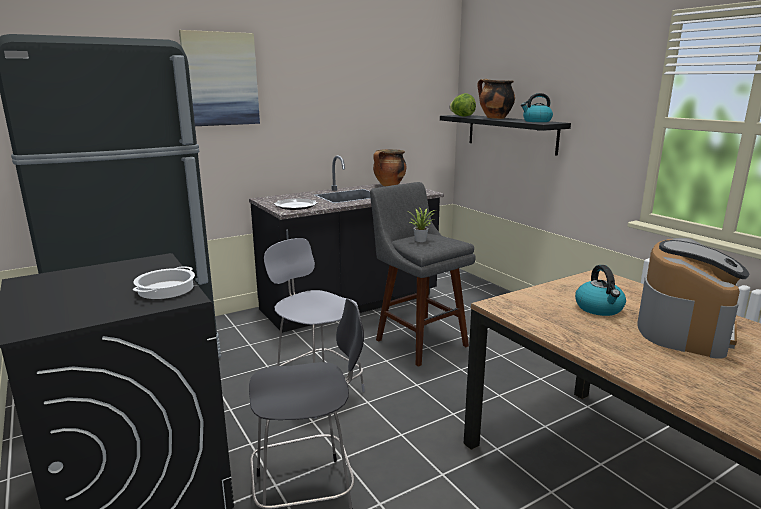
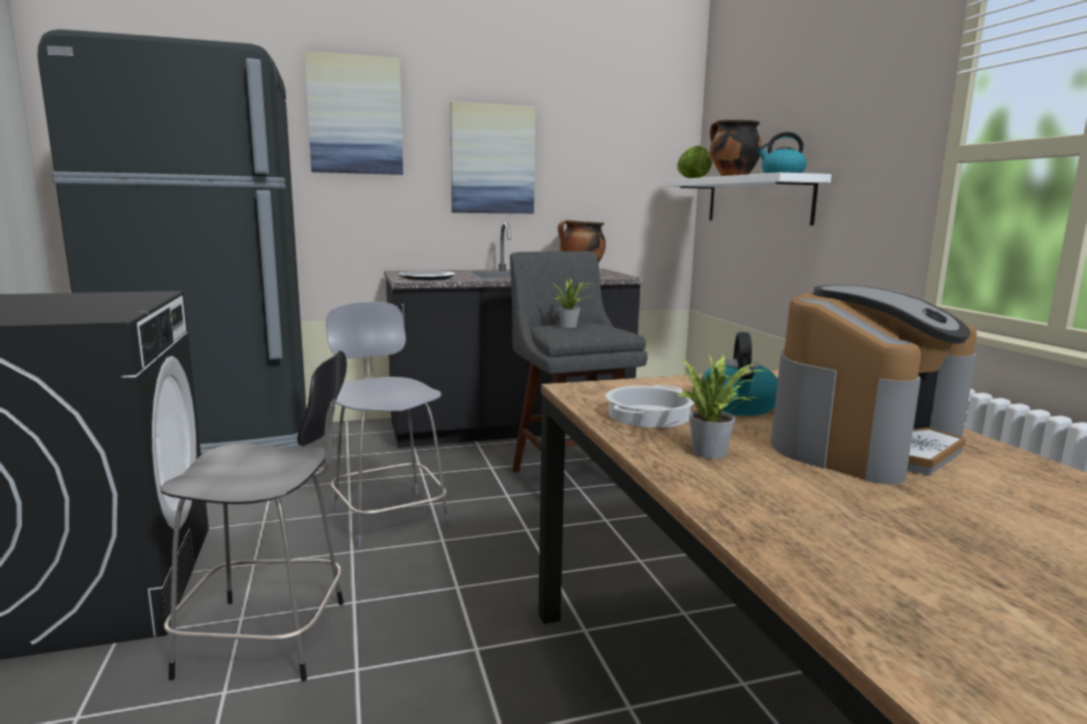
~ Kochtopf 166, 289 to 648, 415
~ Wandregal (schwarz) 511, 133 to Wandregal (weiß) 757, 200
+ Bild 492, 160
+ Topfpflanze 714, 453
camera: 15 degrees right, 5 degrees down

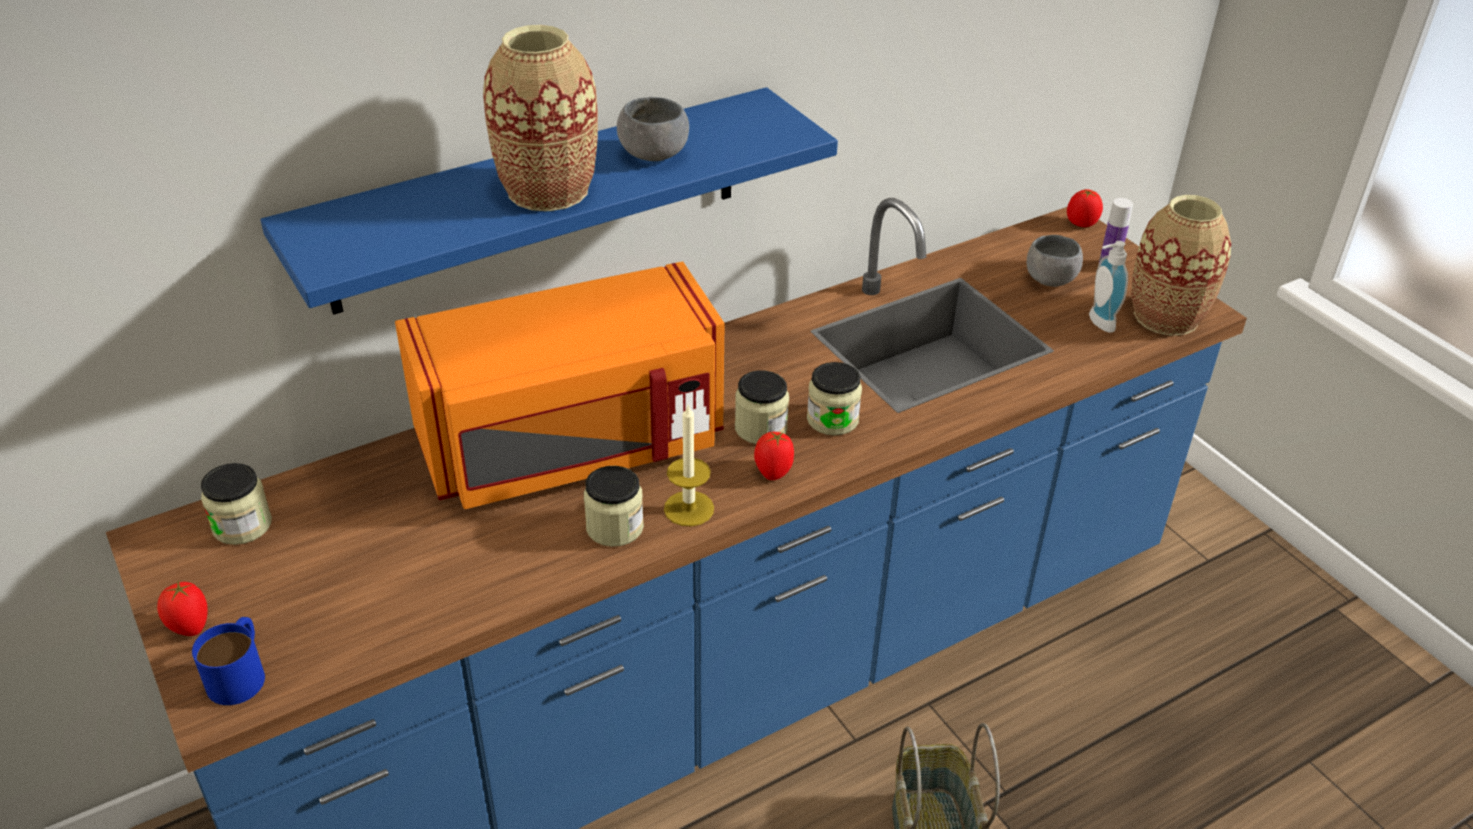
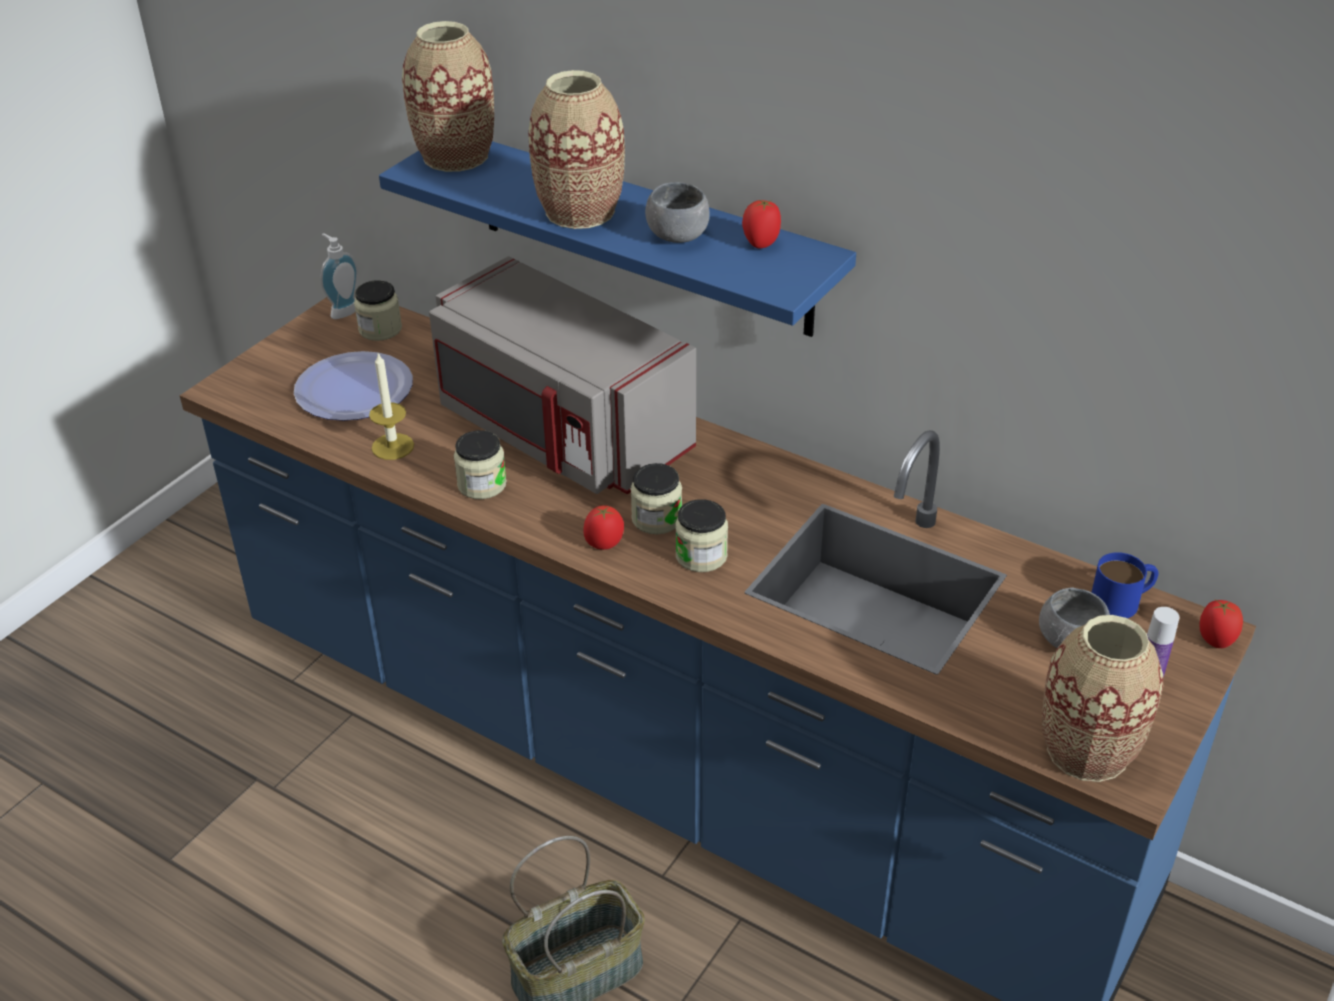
~ Tomate 189, 627 to 761, 243
~ Henkelbecher (blau) 240, 672 to 1123, 600
~ Mikrowelle (orange) 573, 446 to Mikrowelle (grau) 560, 432
~ Kerze 689, 508 to 392, 446
~ Seifenspender 1097, 323 to 343, 310
+ Teller 354, 389
+ Vase 456, 156
camera: 65 degrees right, 0 degrees up

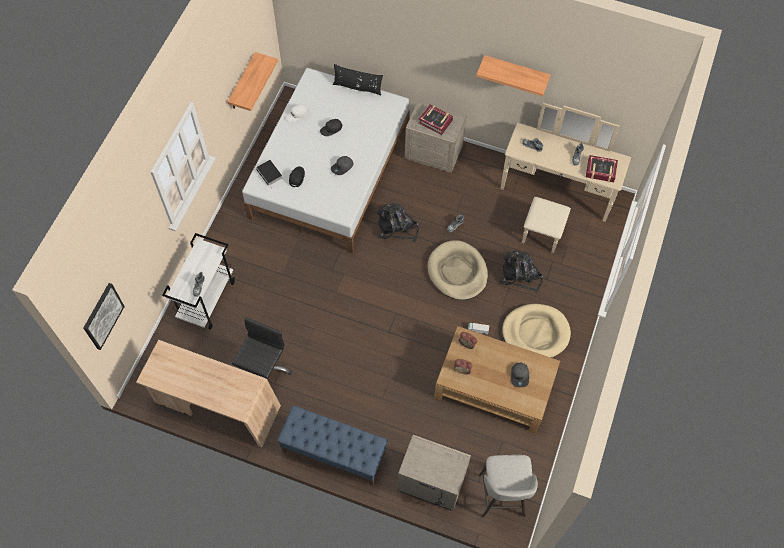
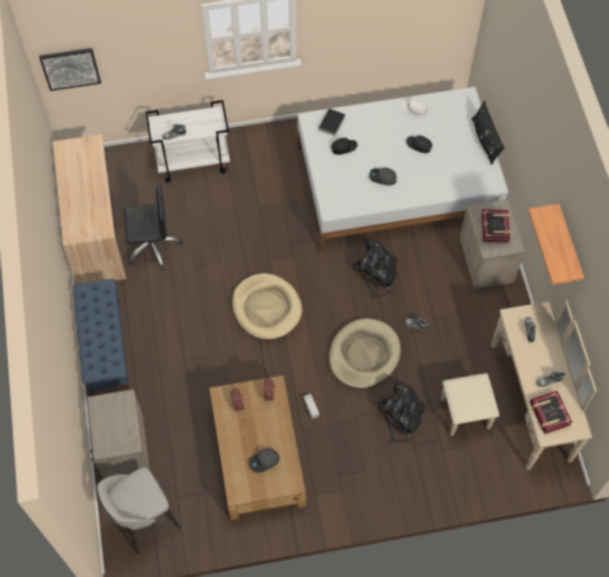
- Wandregal 242, 83
~ Hundebett (beige) 535, 333 to 266, 308
camera: 60 degrees right, 0 degrees up

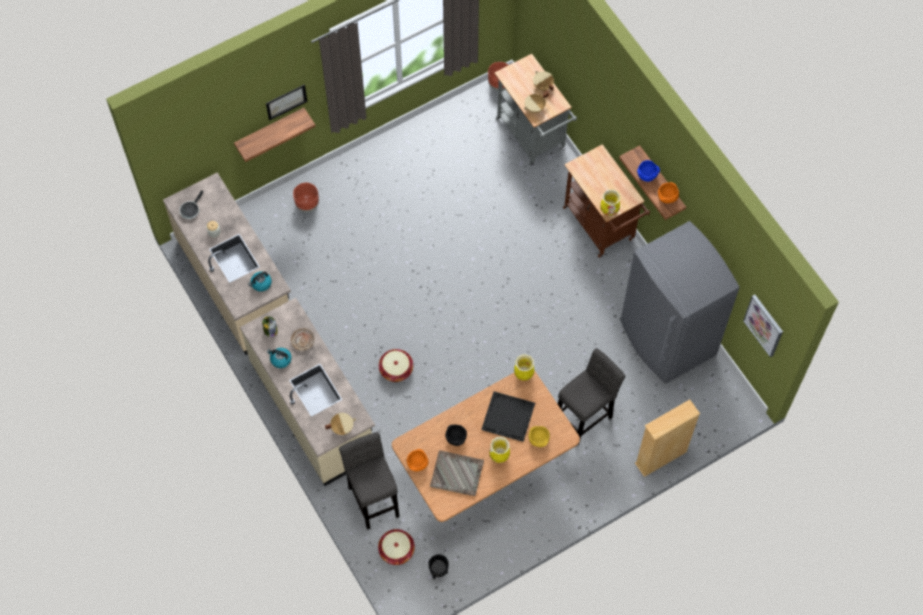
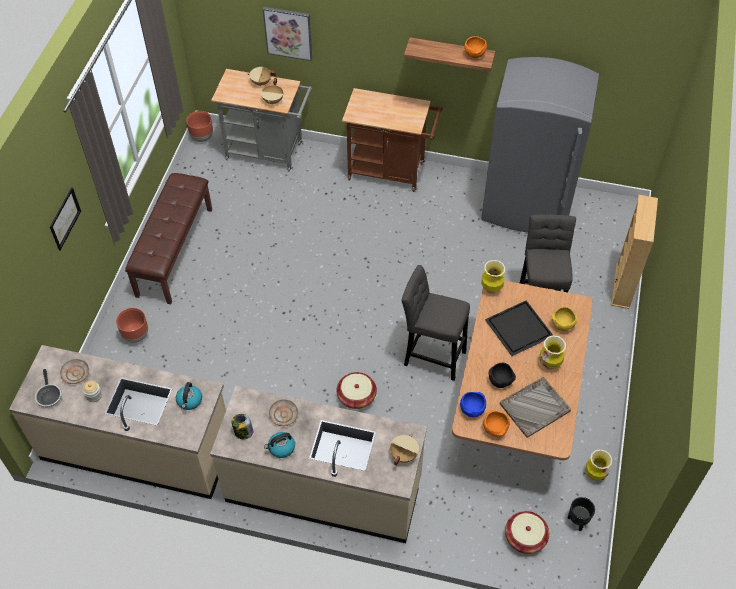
- Wandregal 270, 130
~ Hocker (grau) 373, 498 to 431, 356
~ Vase 609, 211 to 594, 474
~ Schüssel (blau) 647, 175 to 472, 409
~ Bild 764, 325 to 288, 33
+ Teller (beige) 75, 373
+ Bank (braun) 174, 251
camera: 45 degrees left, 10 degrees down

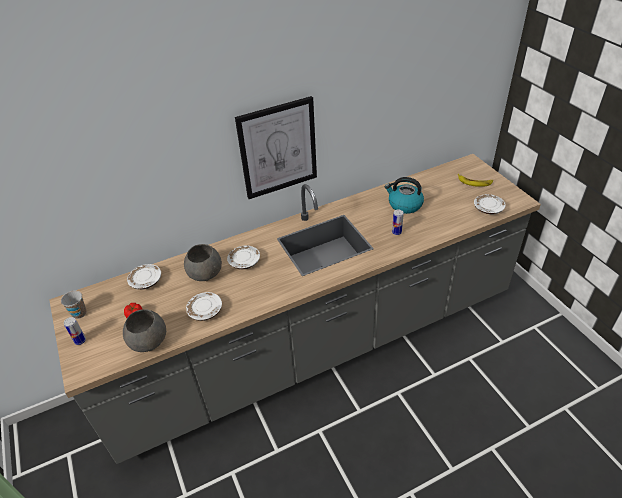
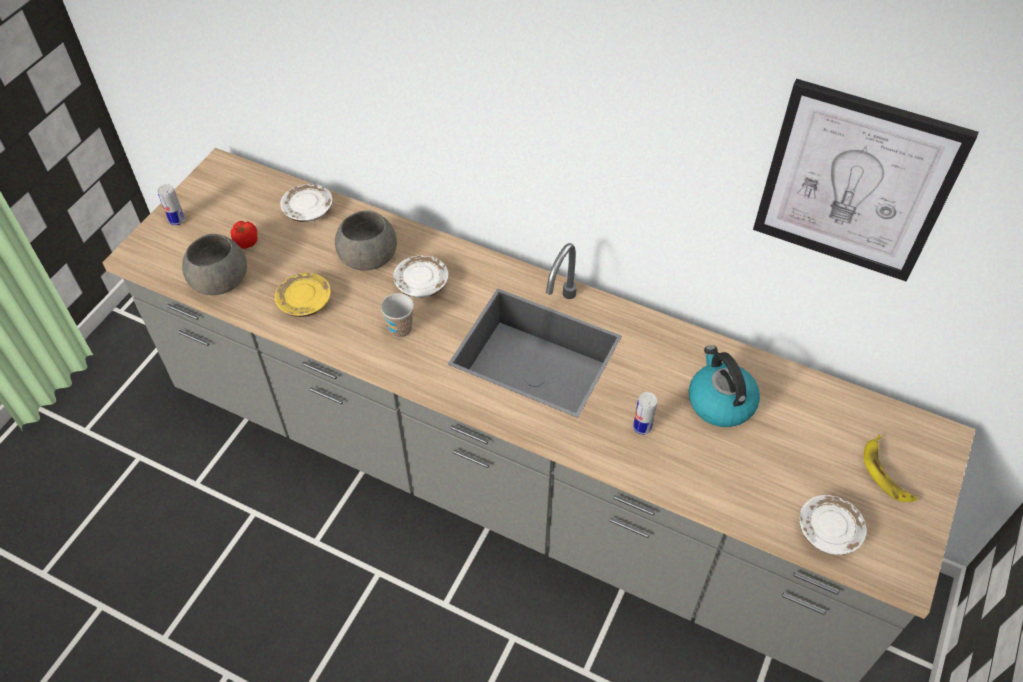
~ Tasse 79, 313 to 400, 329
~ Teller (weiß) 205, 311 to Teller (gelb) 304, 302
~ Bild 278, 148 to 855, 183
camera: 50 degrees right, 10 degrees up

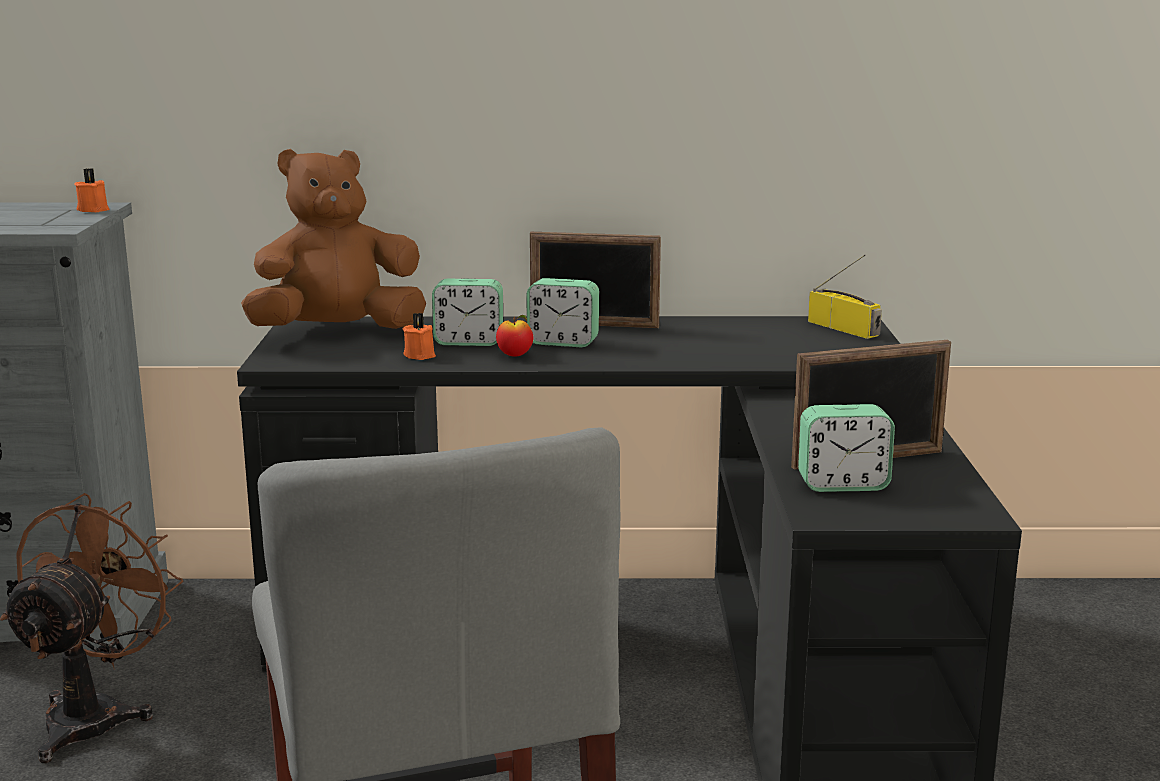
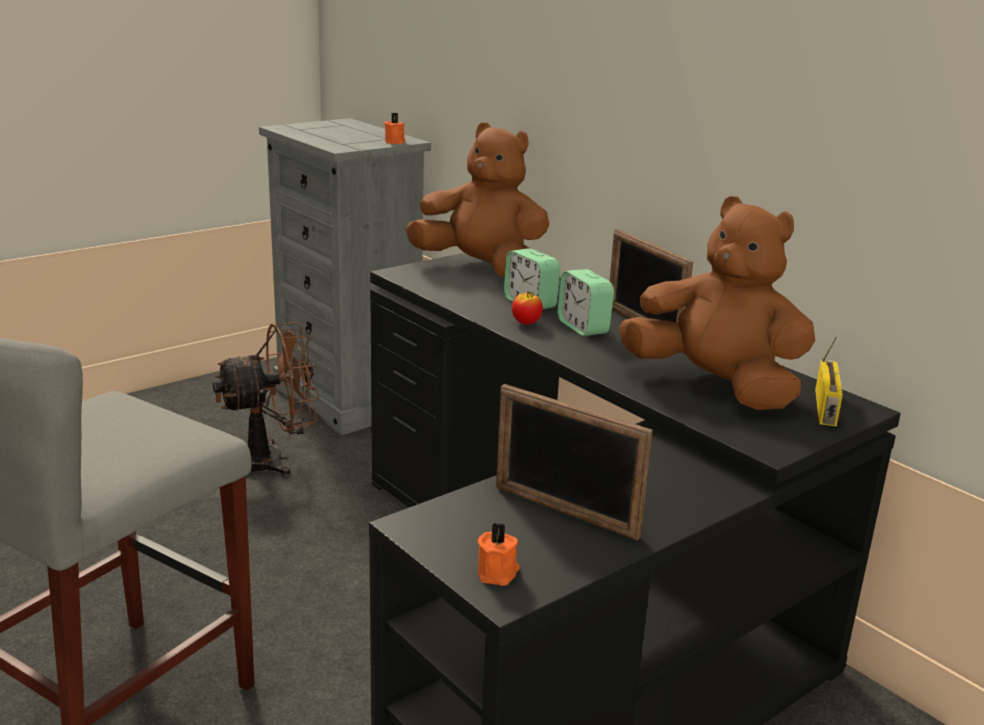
~ Kerze (orange) 420, 355 to 498, 573
- Wecker 843, 484
+ Plüschtier (braun) 715, 386
camera: 50 degrees right, 5 degrees up

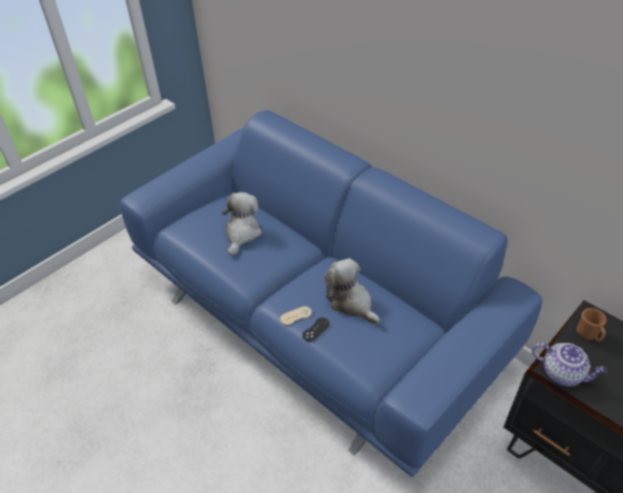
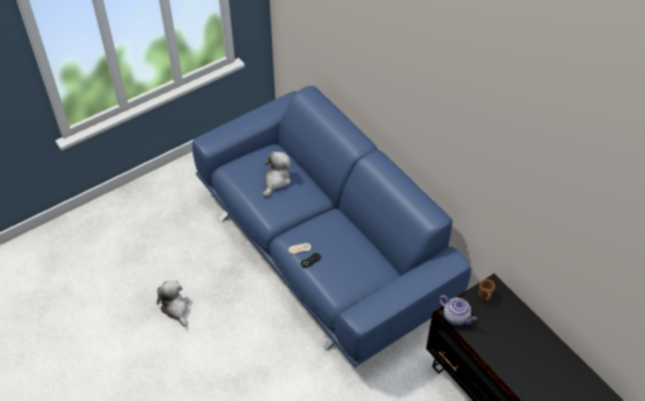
~ Plüschtier 351, 302 to 175, 308
camera: 10 degrees right, 5 degrees up

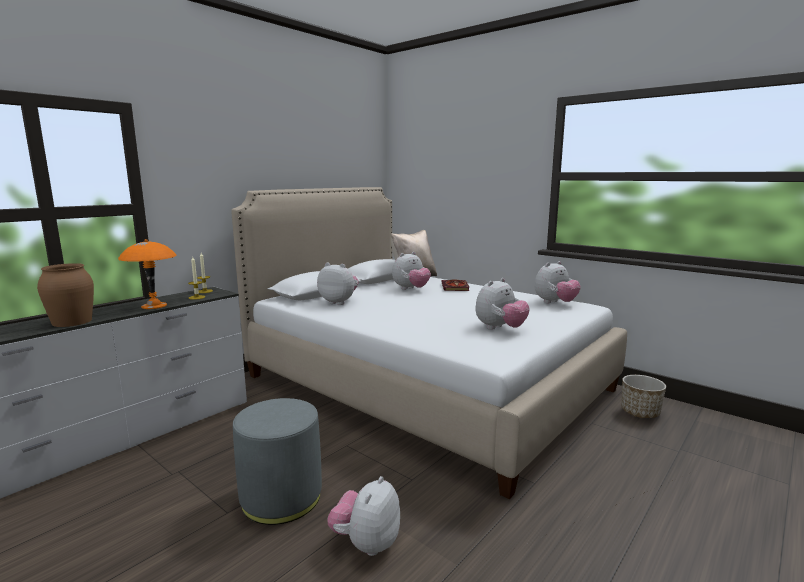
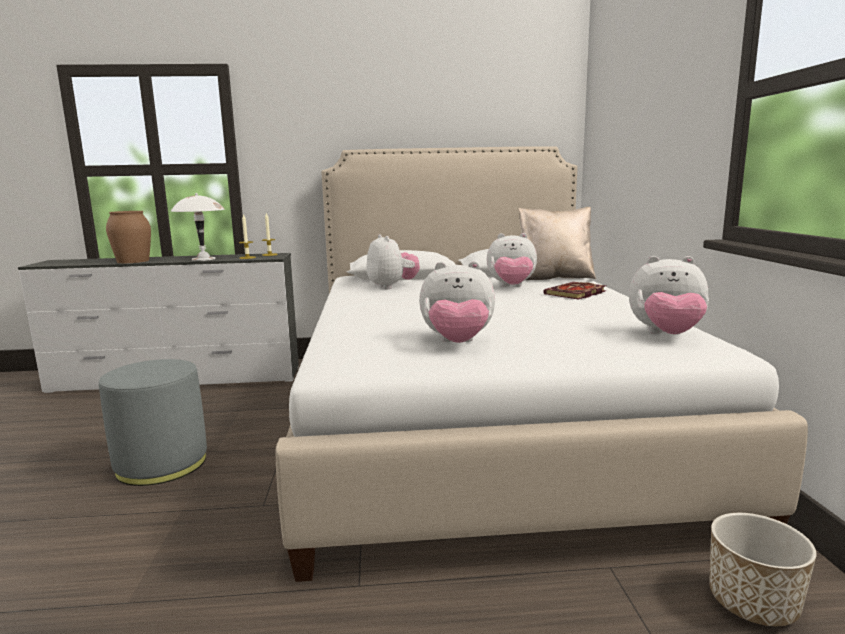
~ Tischlampe (orange) 153, 306 to Tischlampe (weiß) 203, 259
- Plüschtier 366, 543
camera: 45 degrees right, 0 degrees up

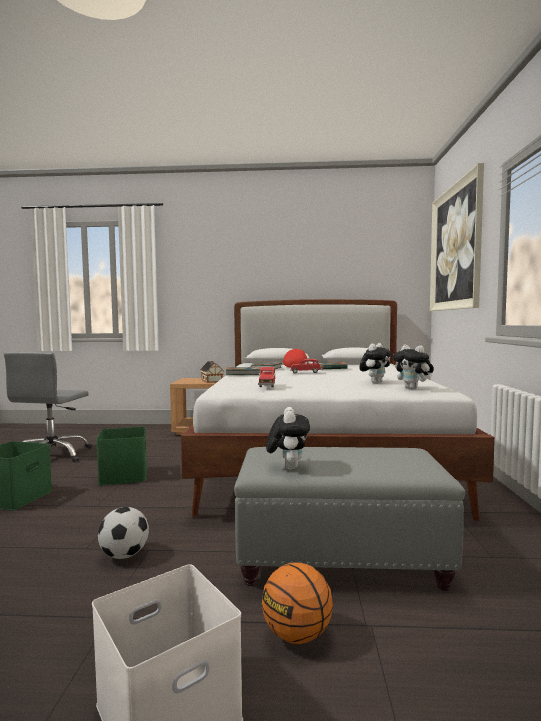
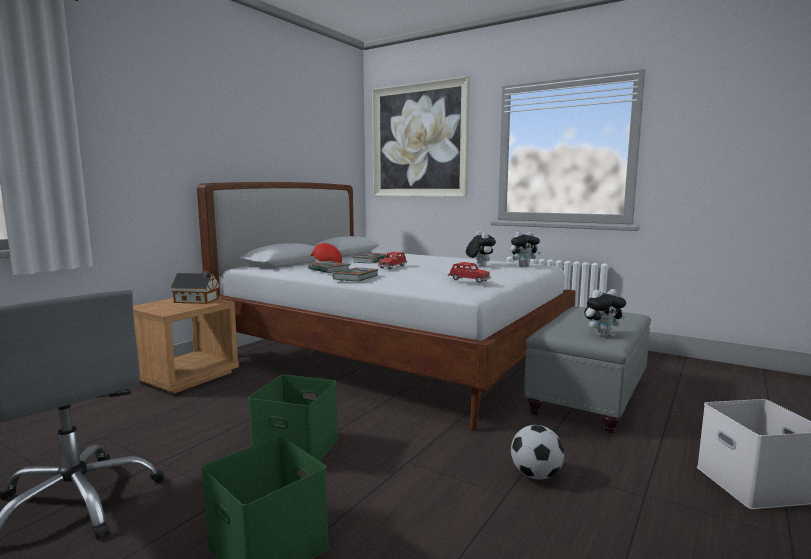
- Basketball 297, 635
~ Plüschtier 288, 467 = 602, 335 135 degrees clockwise
camera: 60 degrees left, 5 degrees up

